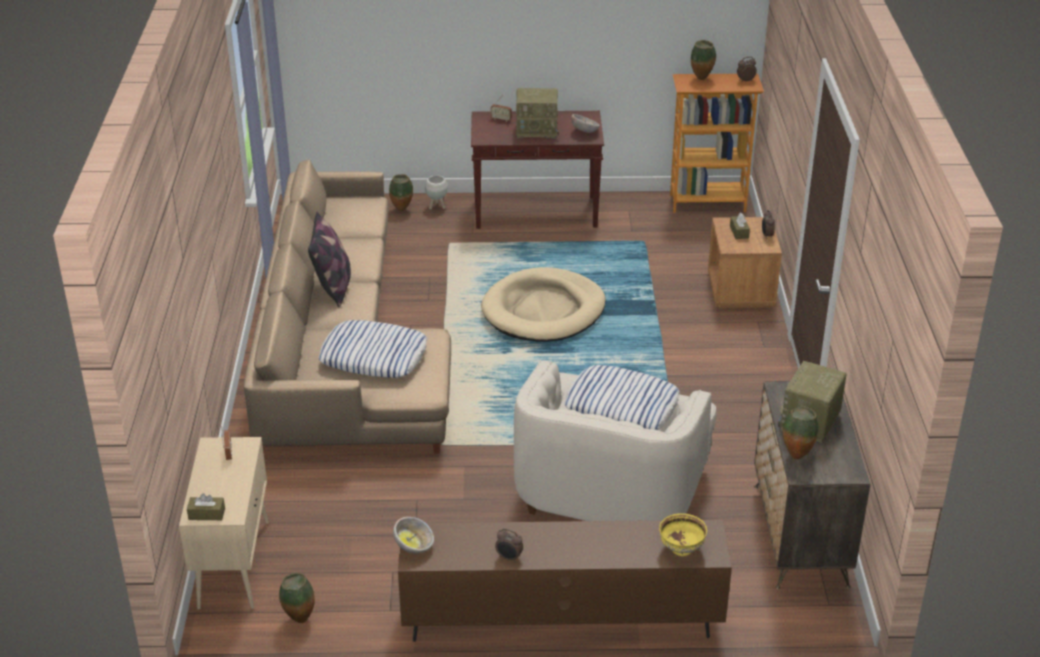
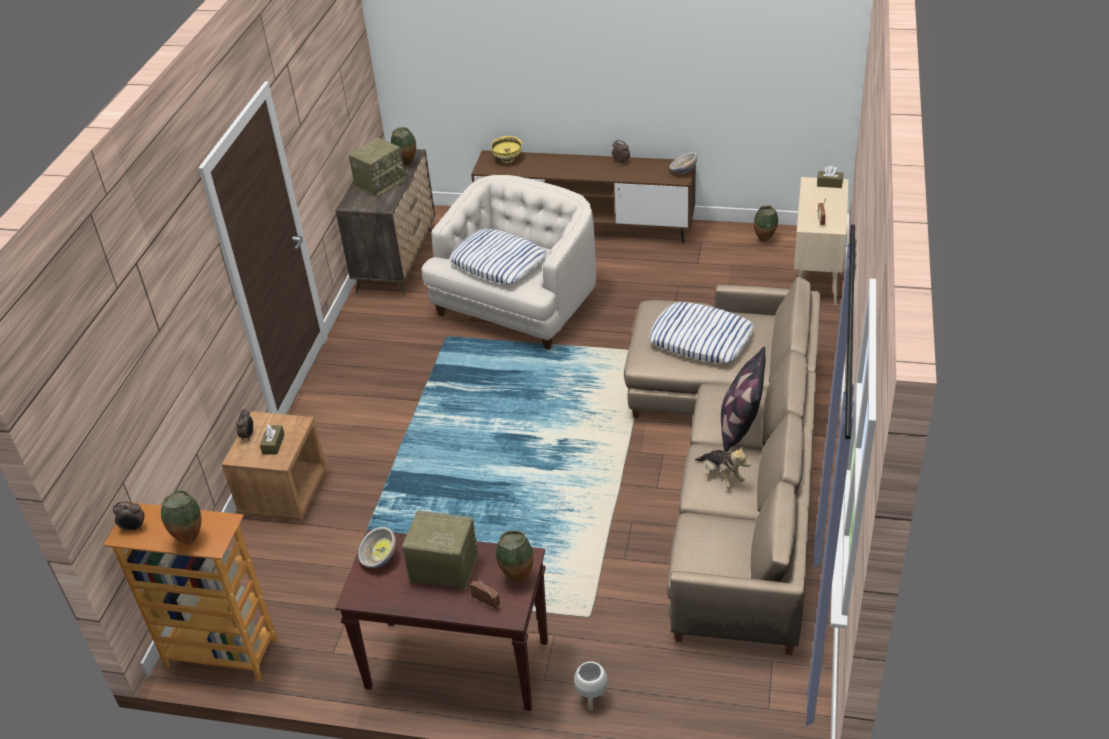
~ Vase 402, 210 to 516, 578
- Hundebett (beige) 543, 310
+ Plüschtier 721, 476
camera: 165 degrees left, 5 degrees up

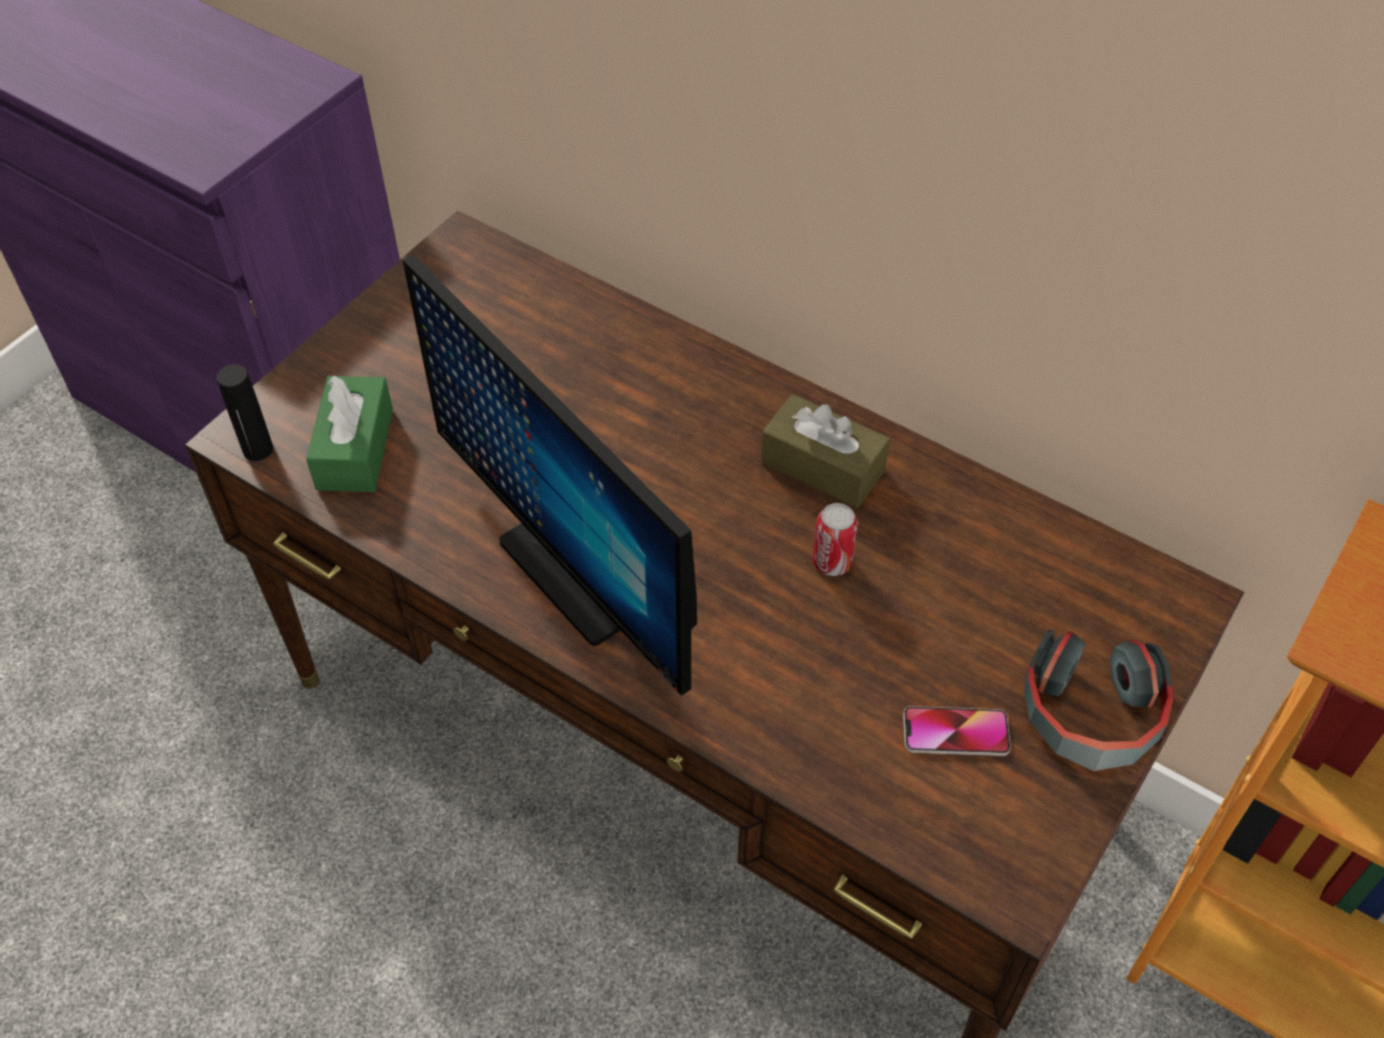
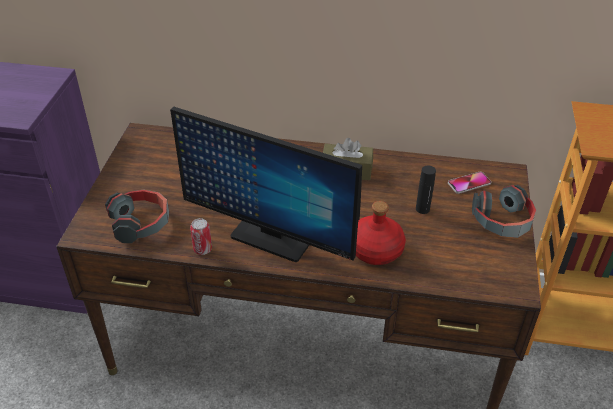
~ Flasche (schwarz) 258, 449 to 422, 209
~ Taschentuchbox (grün) 355, 449 to Kopfhörer 141, 223
~ Dose 832, 562 to 202, 249
~ Handy 955, 733 to 469, 183
+ Flasche (rot) 375, 249
camera: 25 degrees left, 10 degrees down

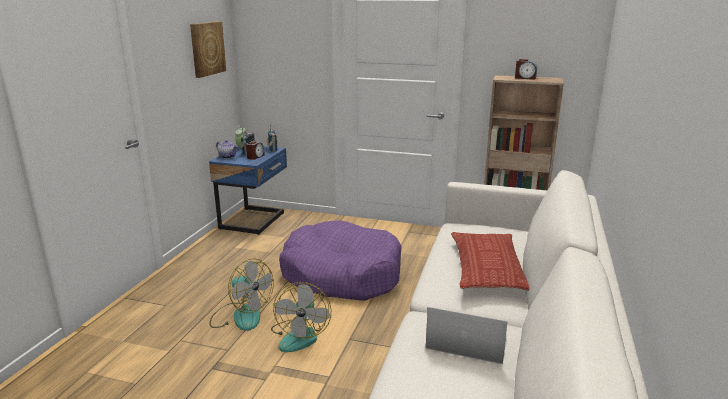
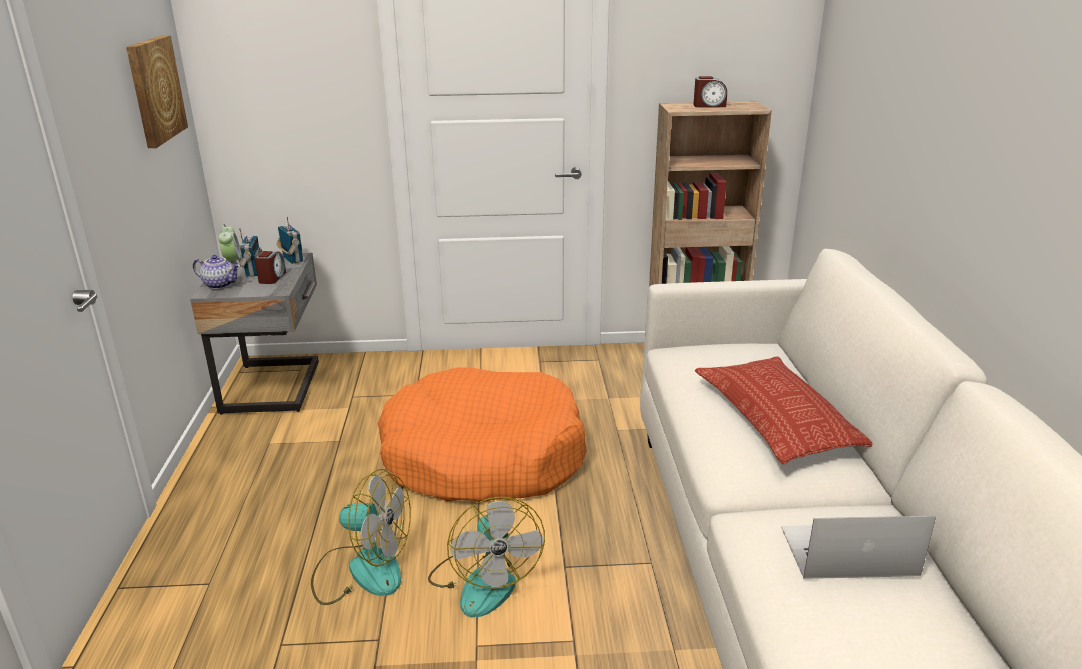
~ Nachttisch (blau) 254, 221 to Nachttisch (grau) 275, 387
~ Hundebett (lila) 341, 274 to Hundebett (orange) 483, 456
camera: 20 degrees left, 5 degrees up

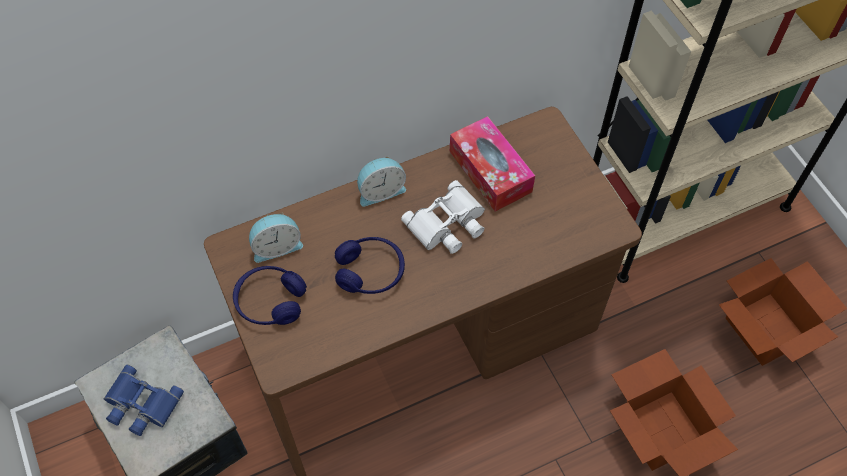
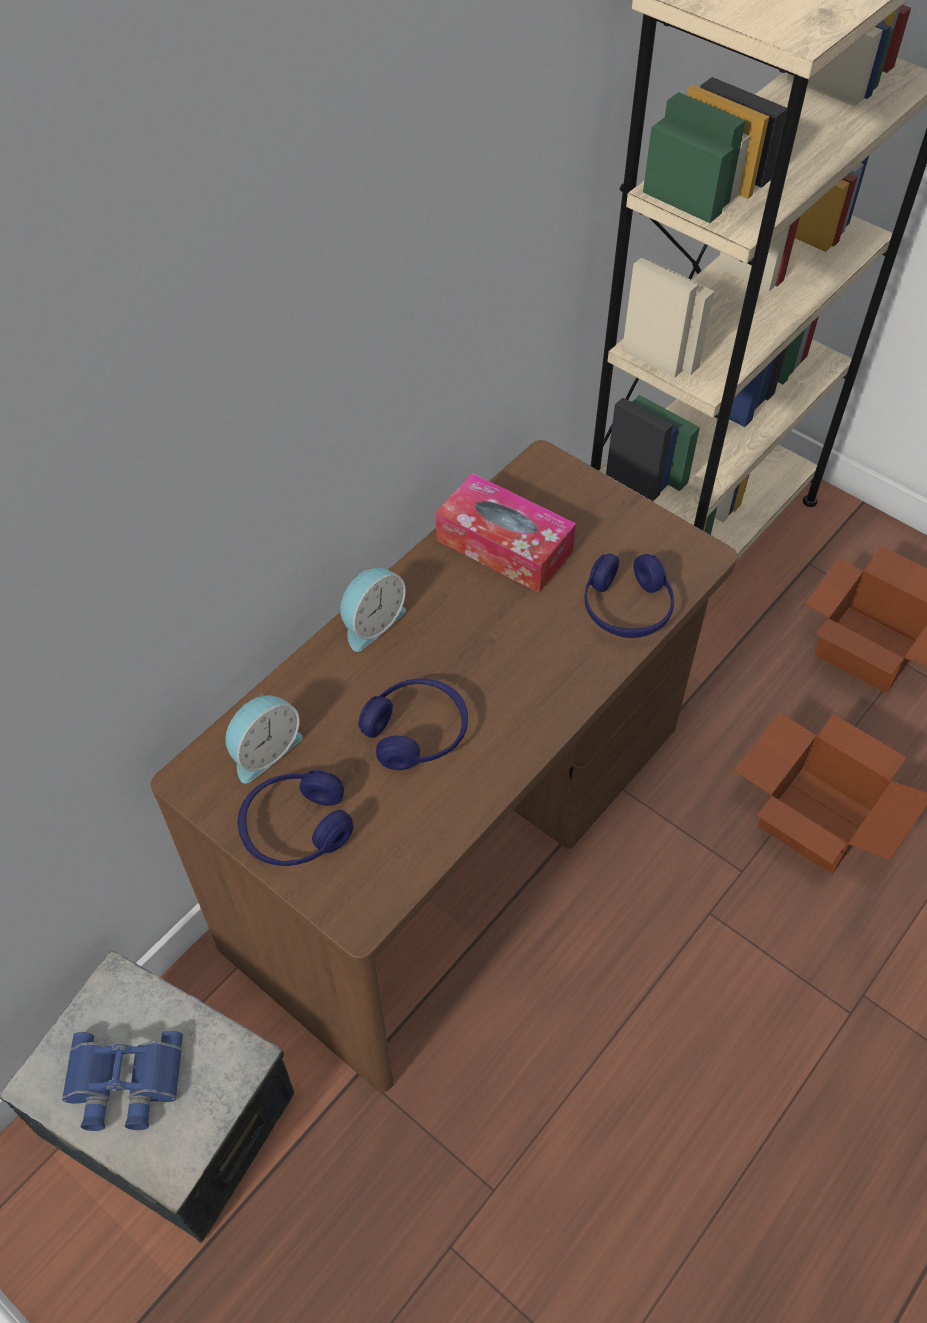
- Fernglas (weiß) 448, 224
+ Kopfhörer (blau) 626, 608
camera: 25 degrees left, 5 degrees down

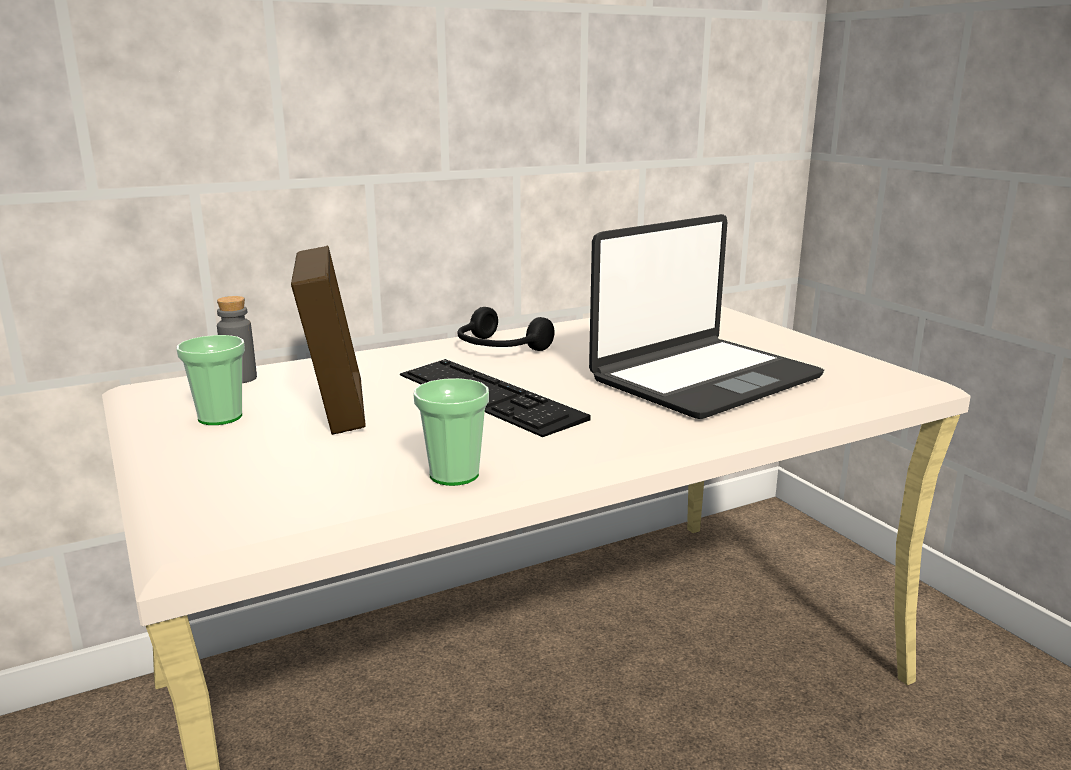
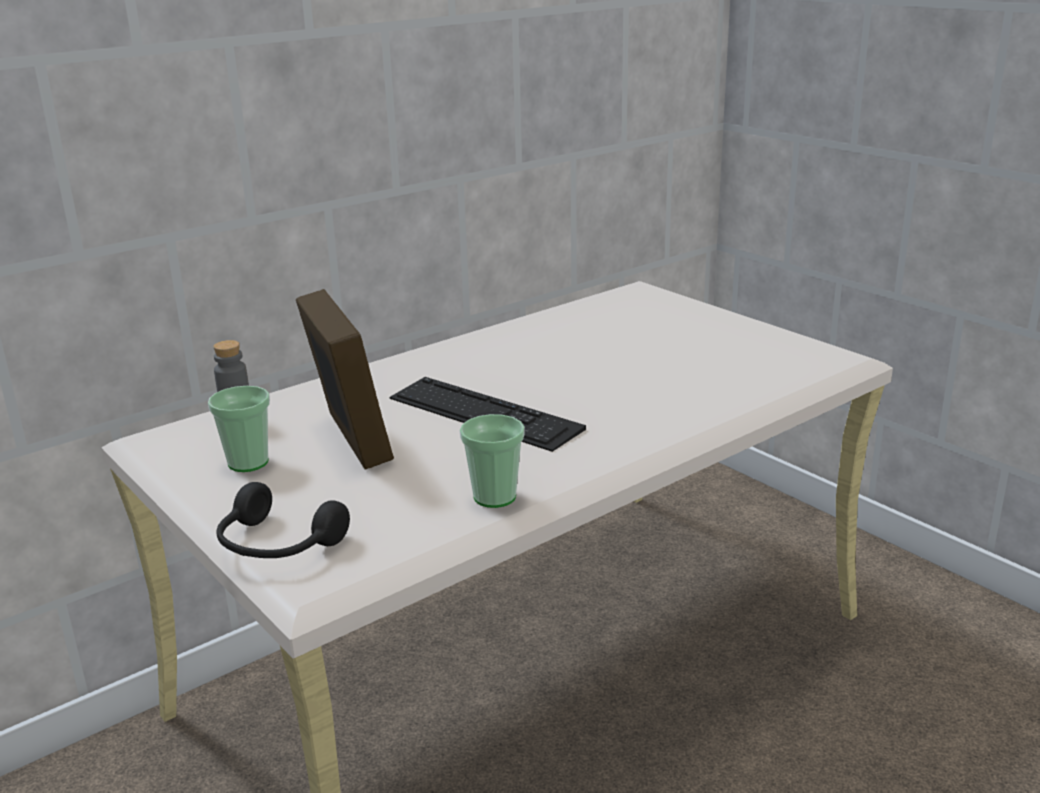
~ Kopfhörer (schwarz) 499, 349 to 276, 545
- Laptop 703, 379
camera: 10 degrees left, 5 degrees up

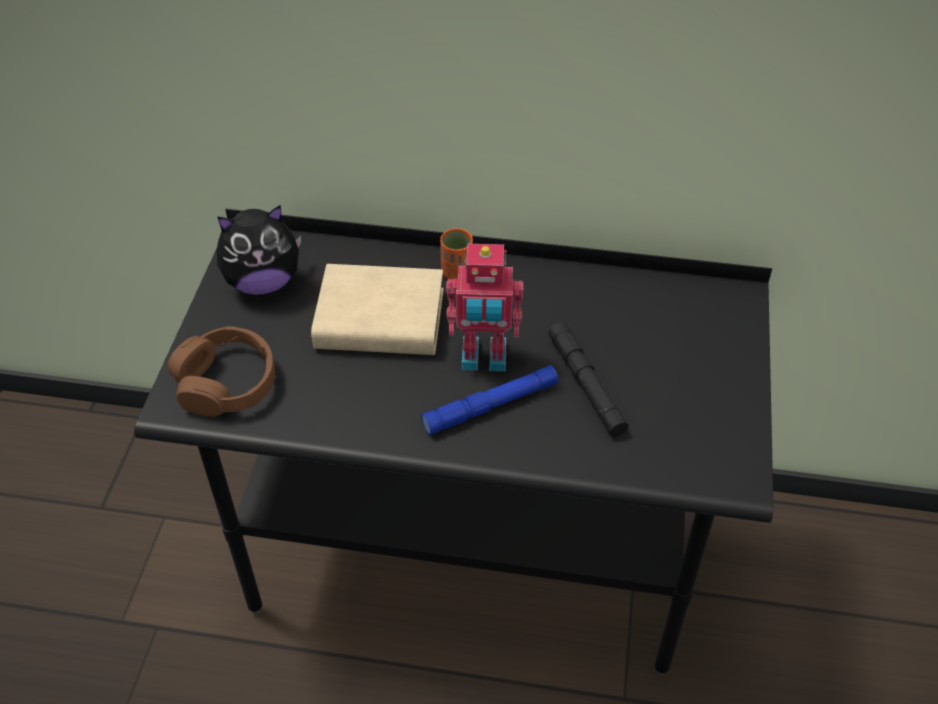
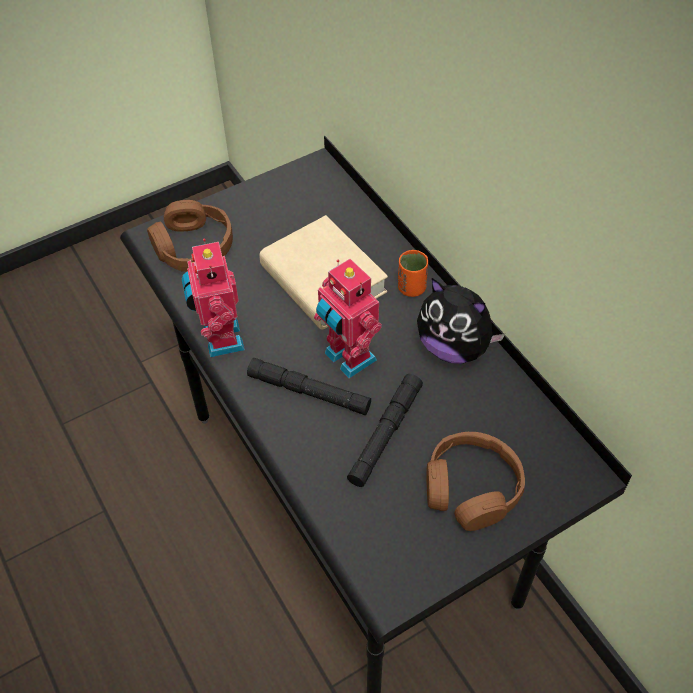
~ Plüschtier 263, 282 to 454, 347
~ Taschenlampe (blau) 490, 406 to Taschenlampe (schwarz) 309, 391
+ Spielzeugroboter 220, 339
+ Kopfhörer (braun) 471, 488
camera: 50 degrees right, 5 degrees up

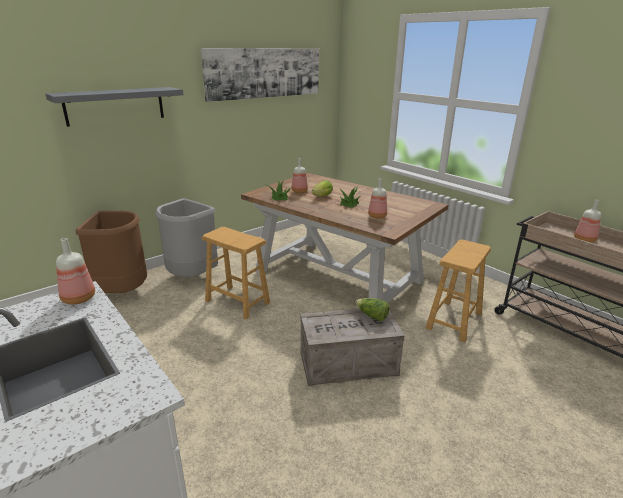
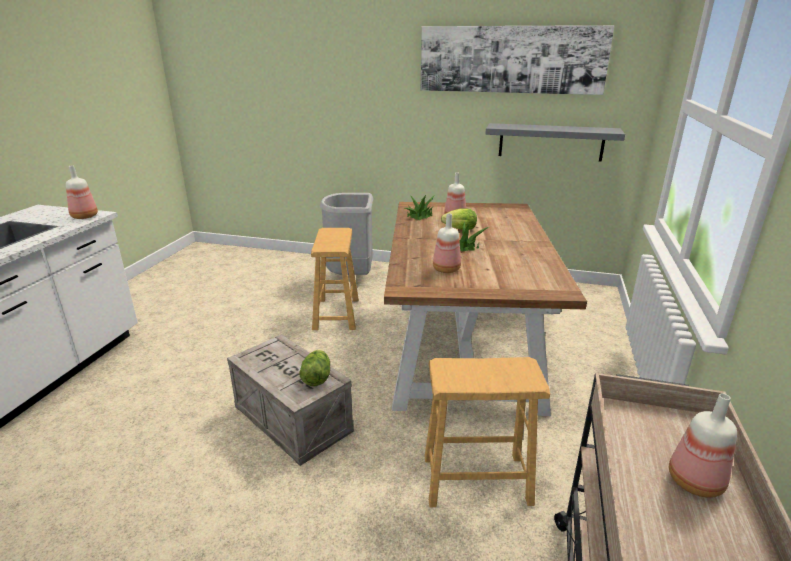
~ Wandregal (grau) 115, 106 to 551, 142
- Mülleimer (braun) 123, 293
camera: 55 degrees right, 0 degrees up

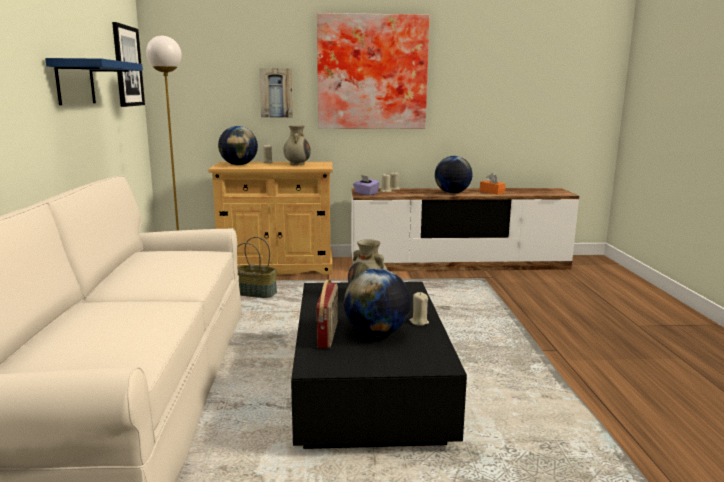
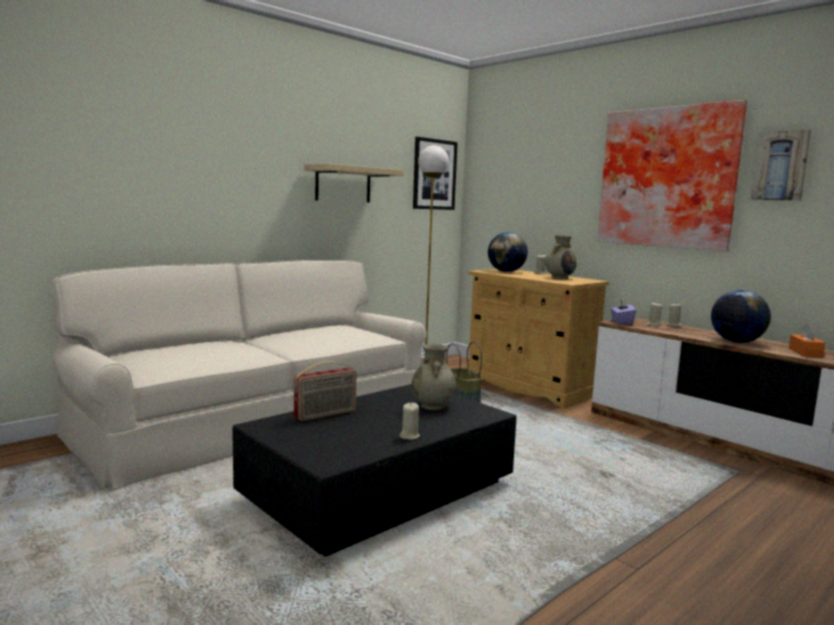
~ Wandregal (blau) 75, 82 to Wandregal (beige) 343, 184
~ Bild 276, 93 to 781, 166
- Globus 377, 333
camera: 50 degrees right, 5 degrees down

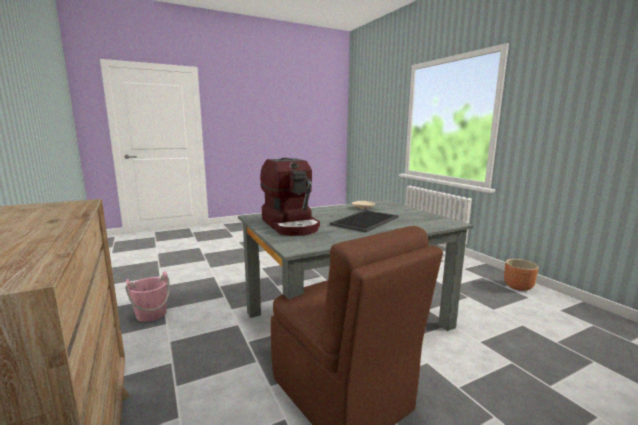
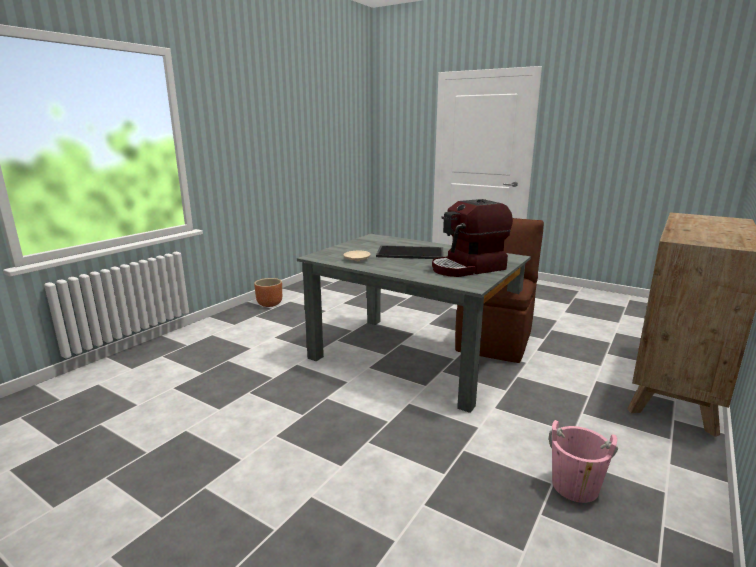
~ Kaffeemaschine 291, 225 = 468, 268 150 degrees counterclockwise
camera: 120 degrees left, 5 degrees up

